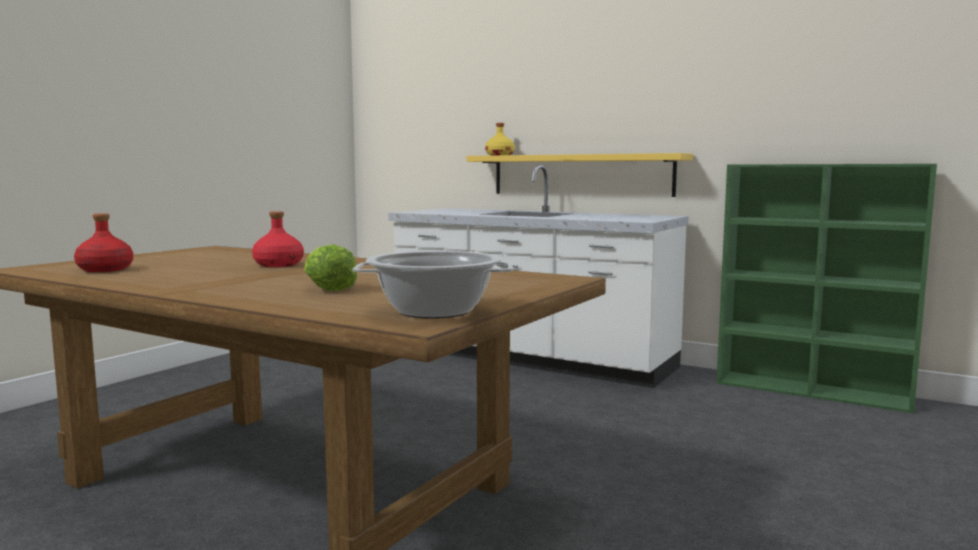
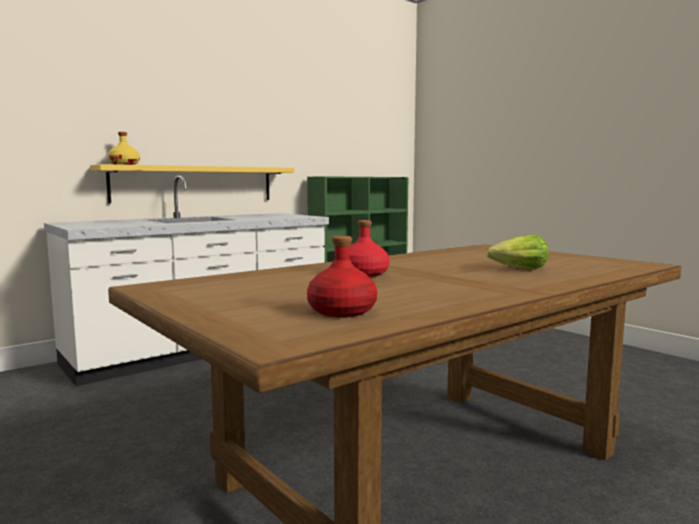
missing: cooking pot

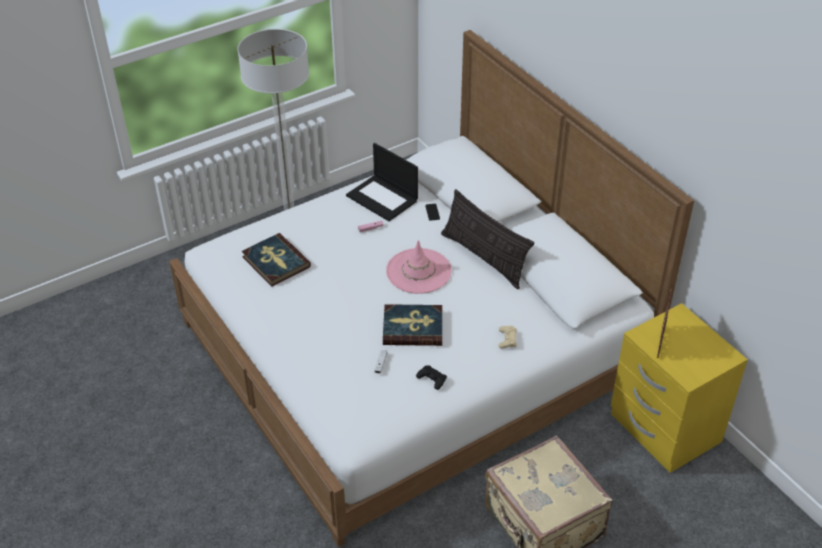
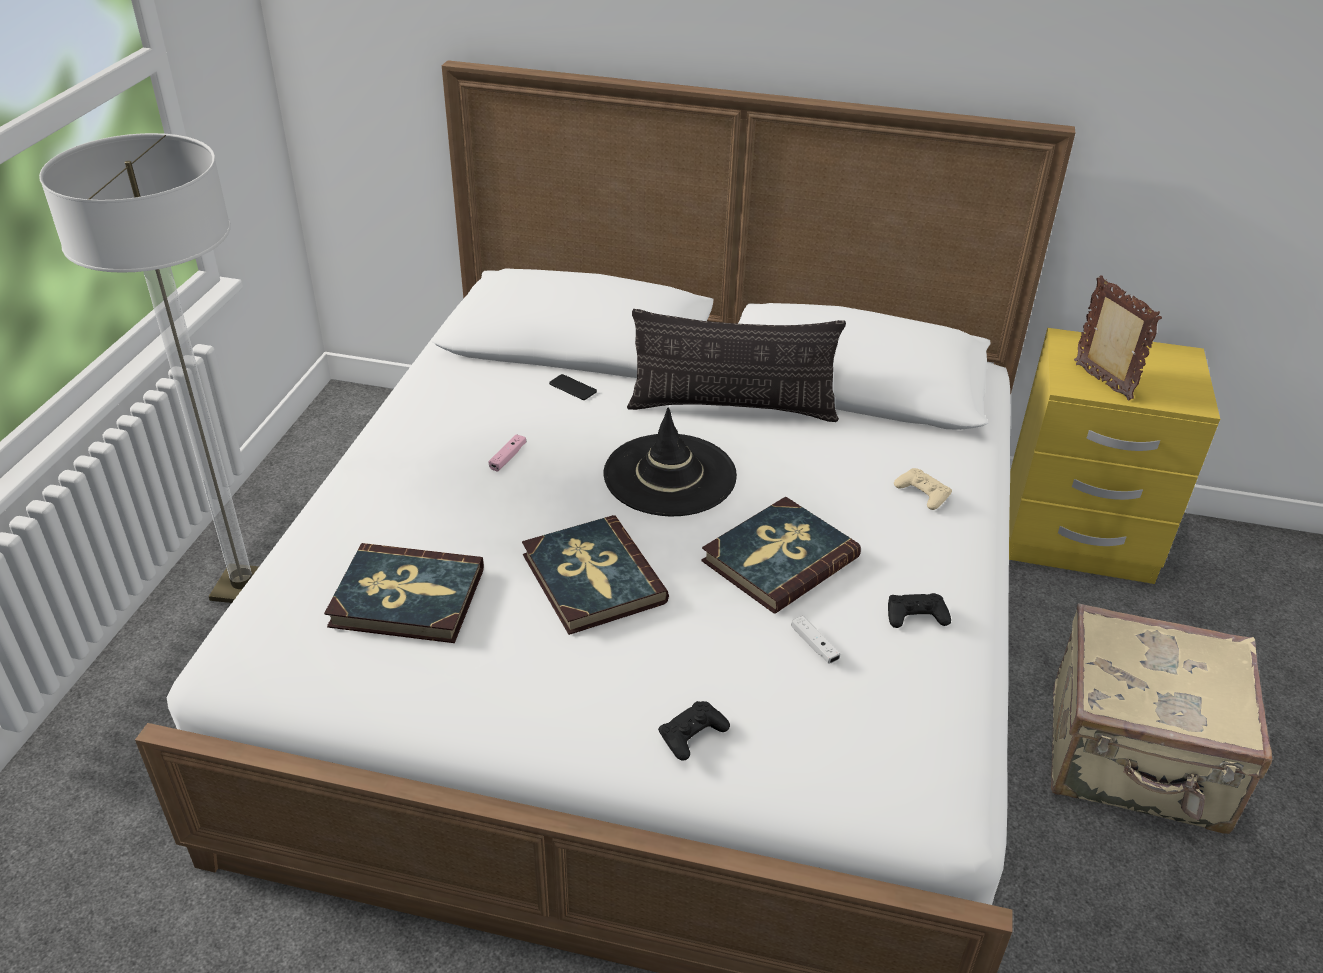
missing: laptop
appeared: book (no. 2 from left); black game controller (no. 1 from left)
colour: pink hat to black hat

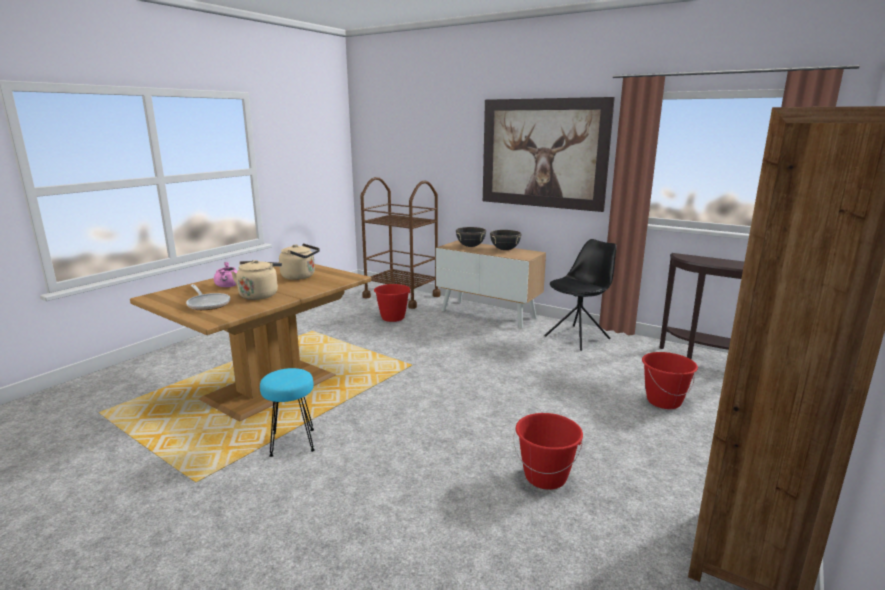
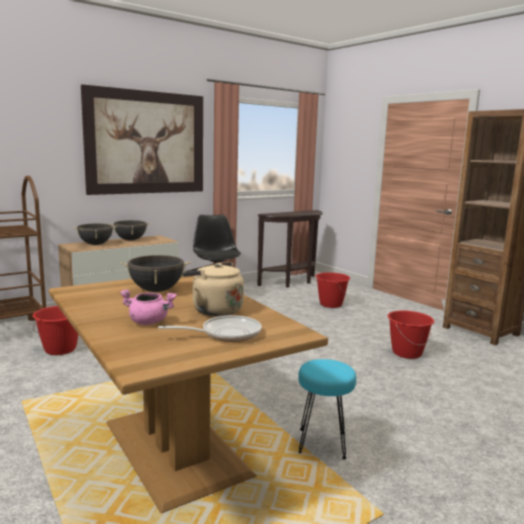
exchanged: beige kettle (no. 2 from left) to black cooking pot (no. 3 from left)

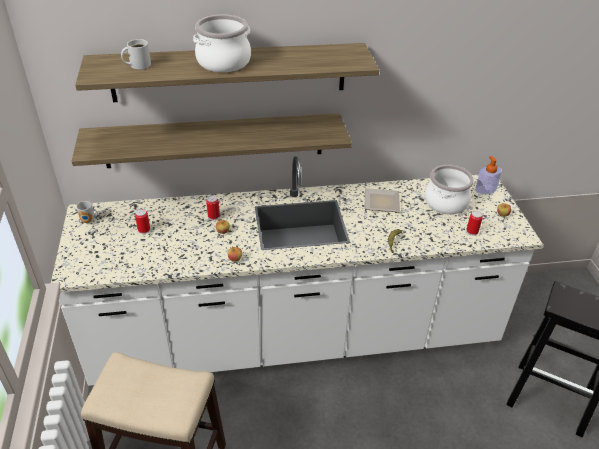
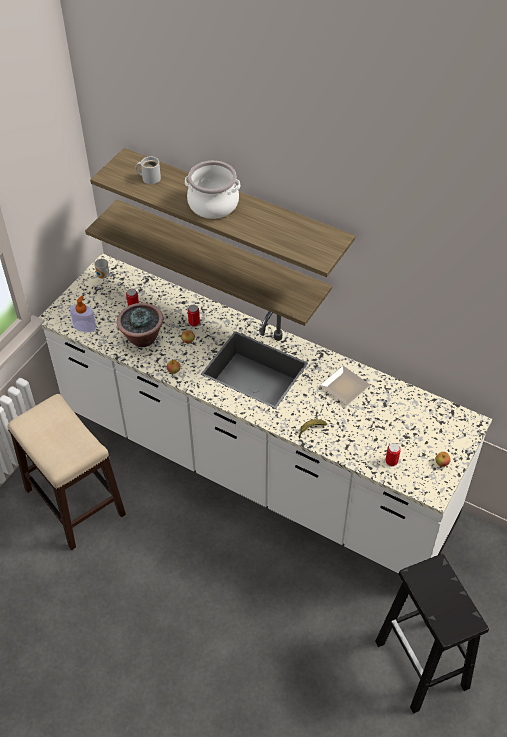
missing: cooking pot (no. 2 from left)
appeared: potted plant
relocated: soap dispenser

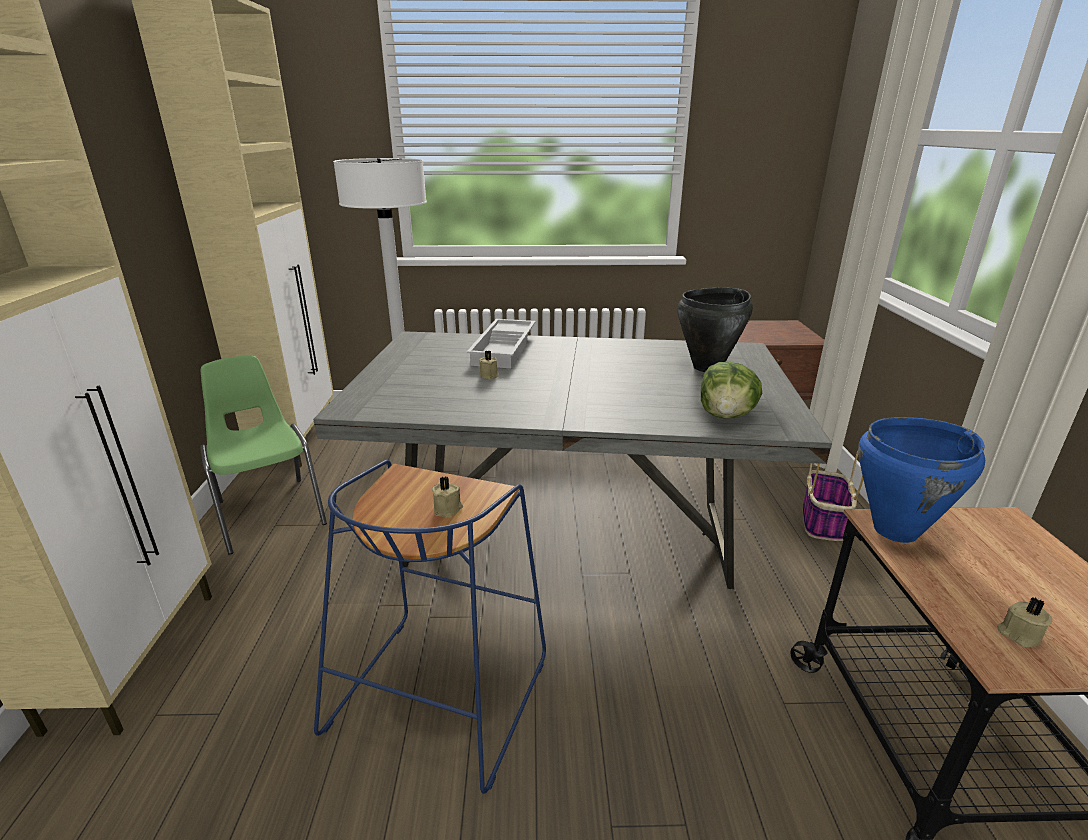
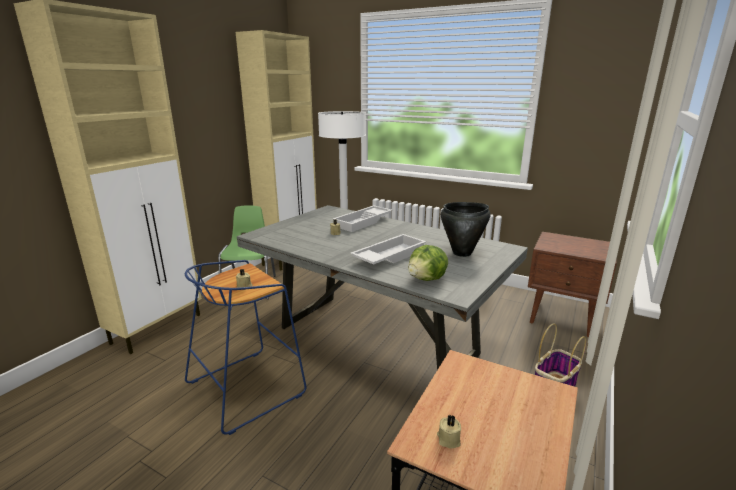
missing: blue cooking pot
appeared: white tray (no. 2 from left)

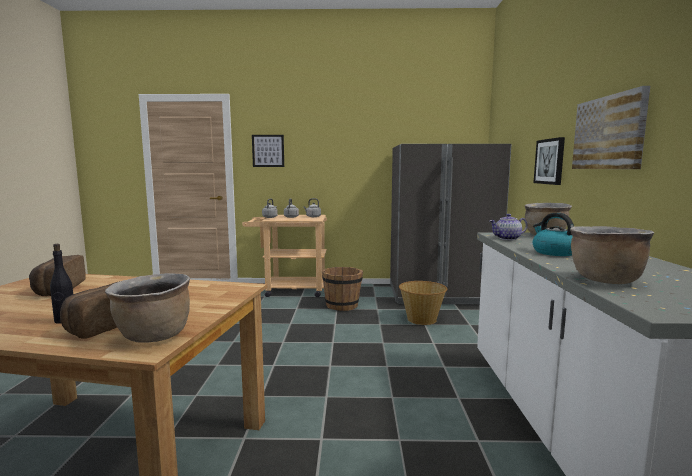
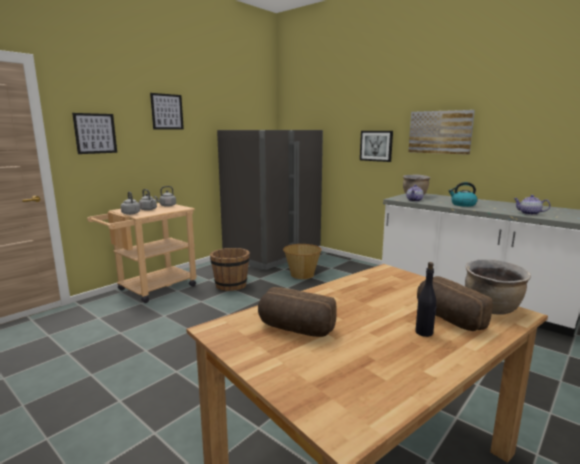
appeared: picture (no. 2 from left)
exchanged: brown cooking pot (no. 3 from left) to teapot (no. 2 from left)

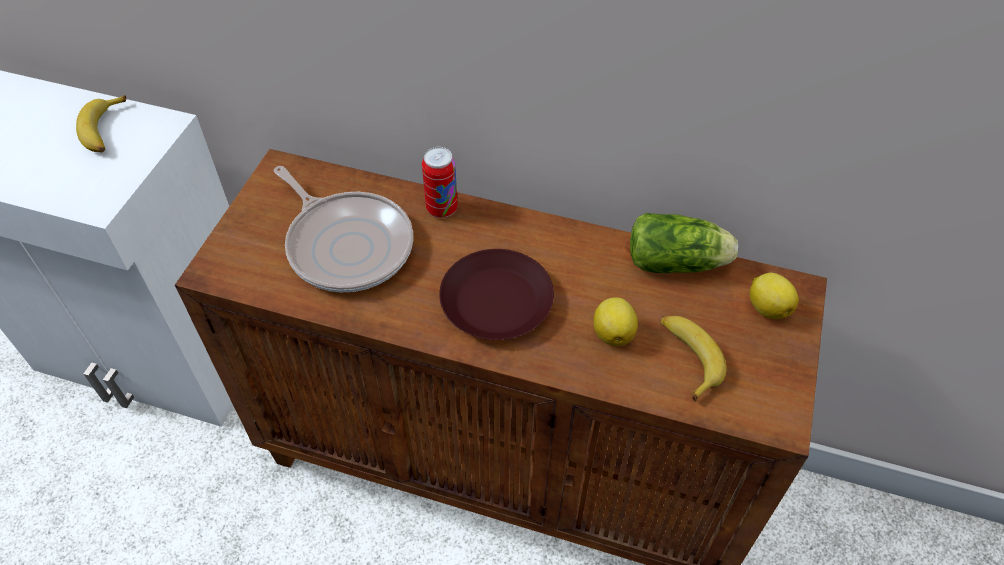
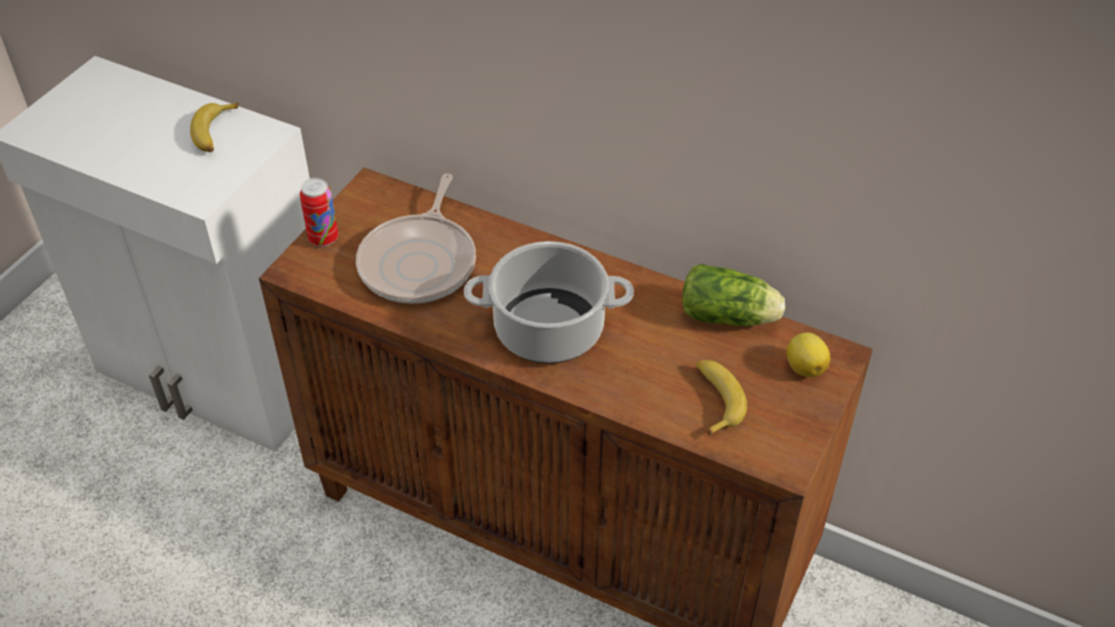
missing: lemon (no. 1 from left)
relocated: can
exchanged: brown plate to cooking pot
spun: frying pan 45 degrees clockwise

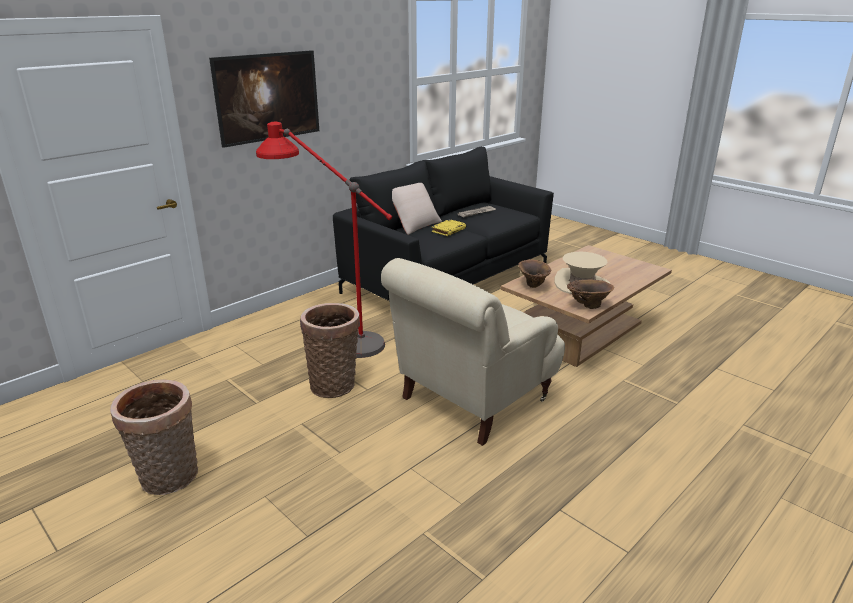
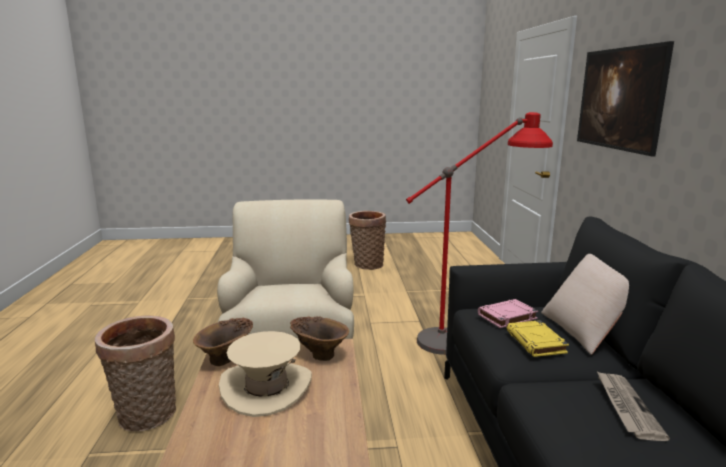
appeared: pink book
relocated: basket (no. 2 from left in the first image) to basket (no. 1 from left)

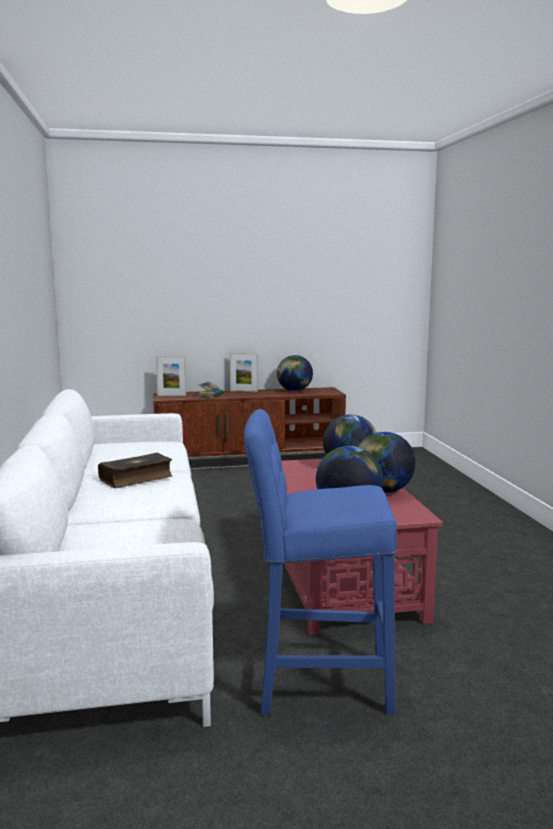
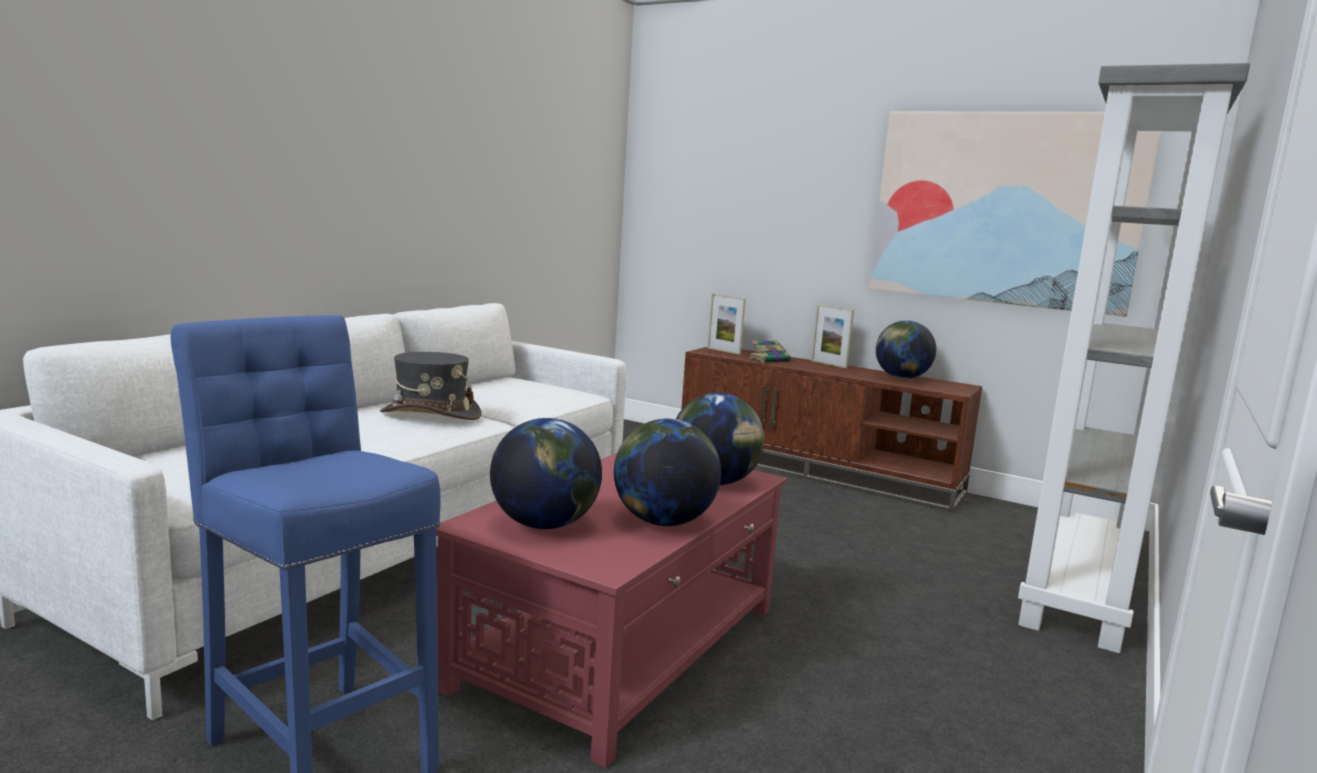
appeared: picture; grey bookcase
exchanged: book (no. 1 from left) to grey hat

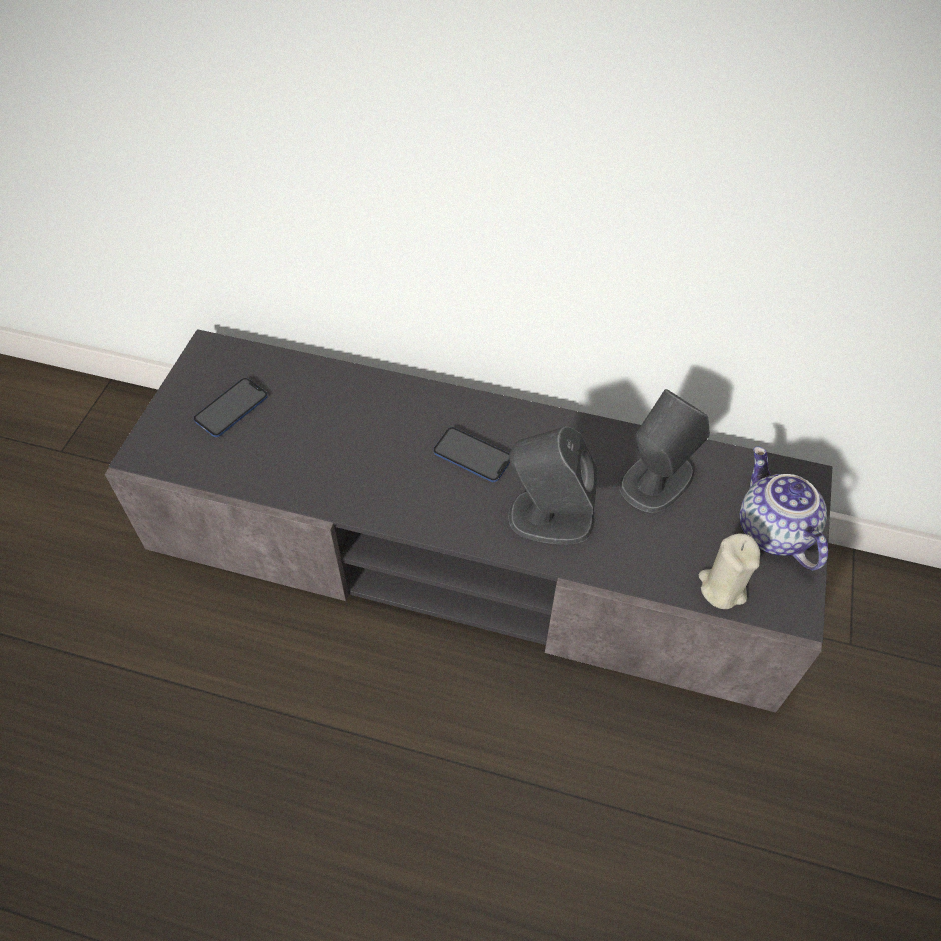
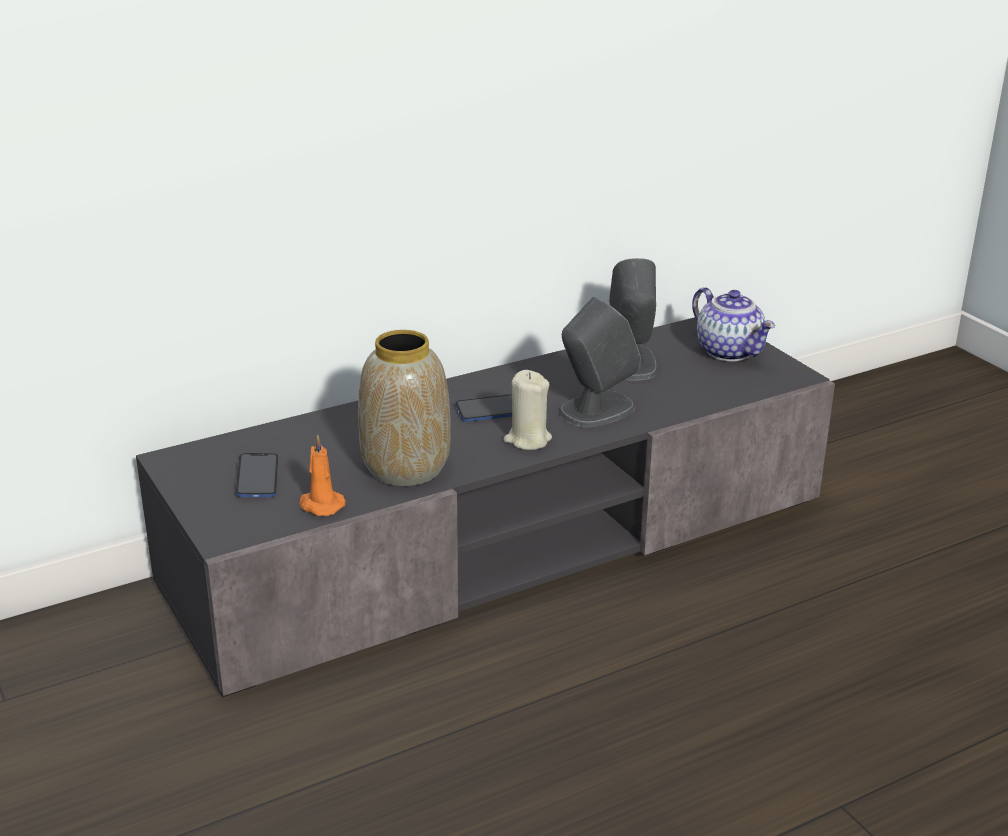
appeared: orange candle; vase
relocated: beige candle
spun: teapot 150 degrees counterclockwise

